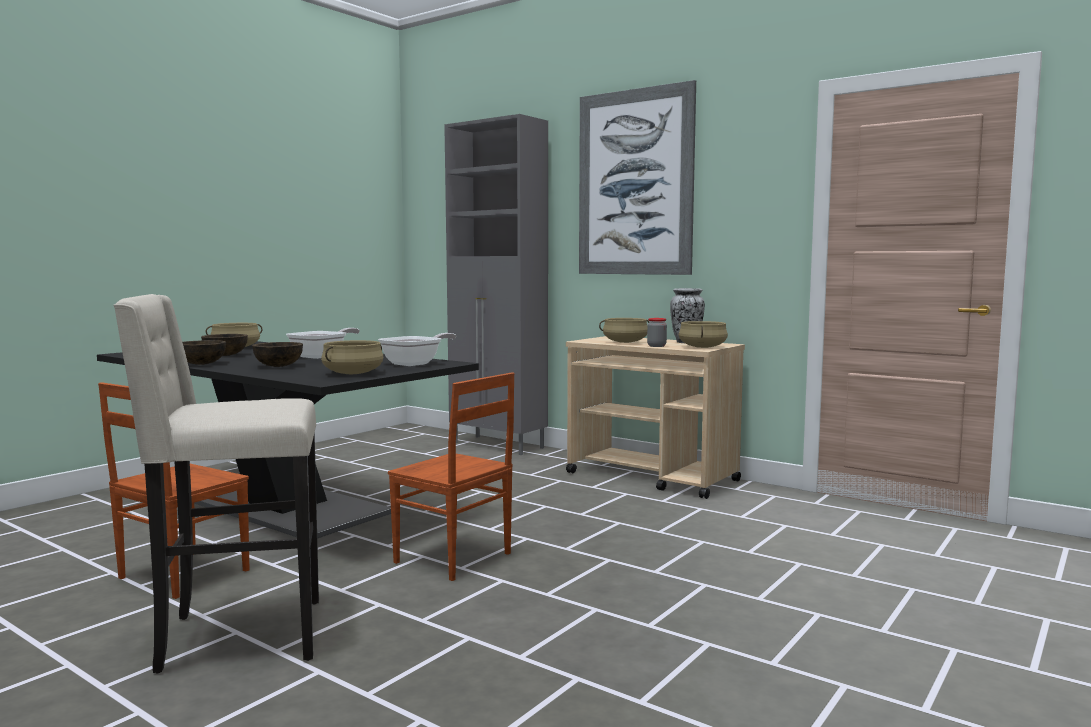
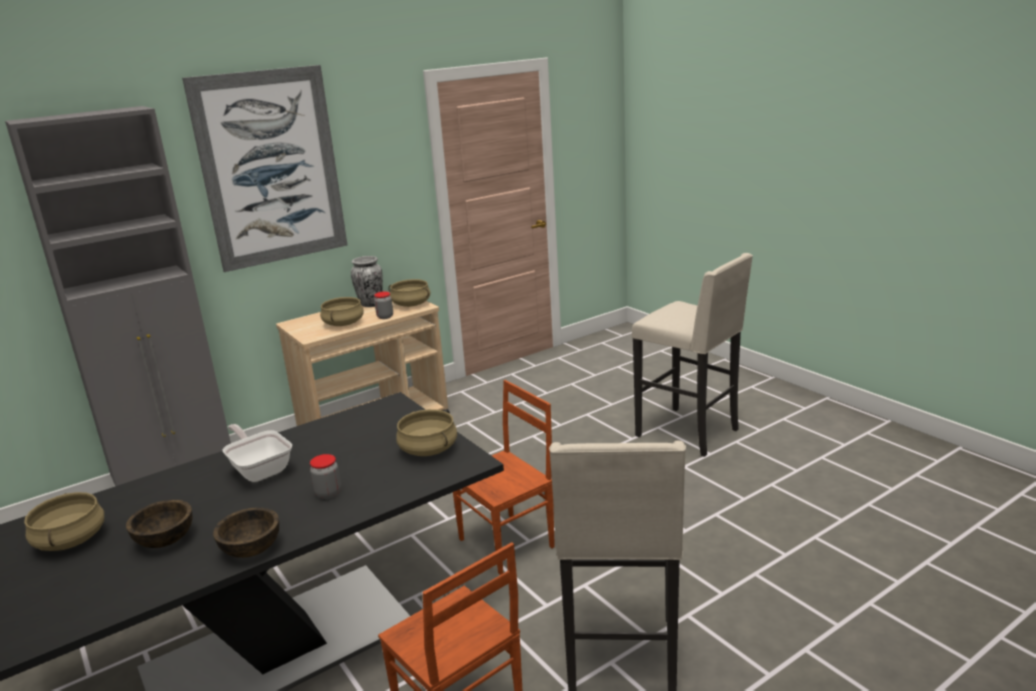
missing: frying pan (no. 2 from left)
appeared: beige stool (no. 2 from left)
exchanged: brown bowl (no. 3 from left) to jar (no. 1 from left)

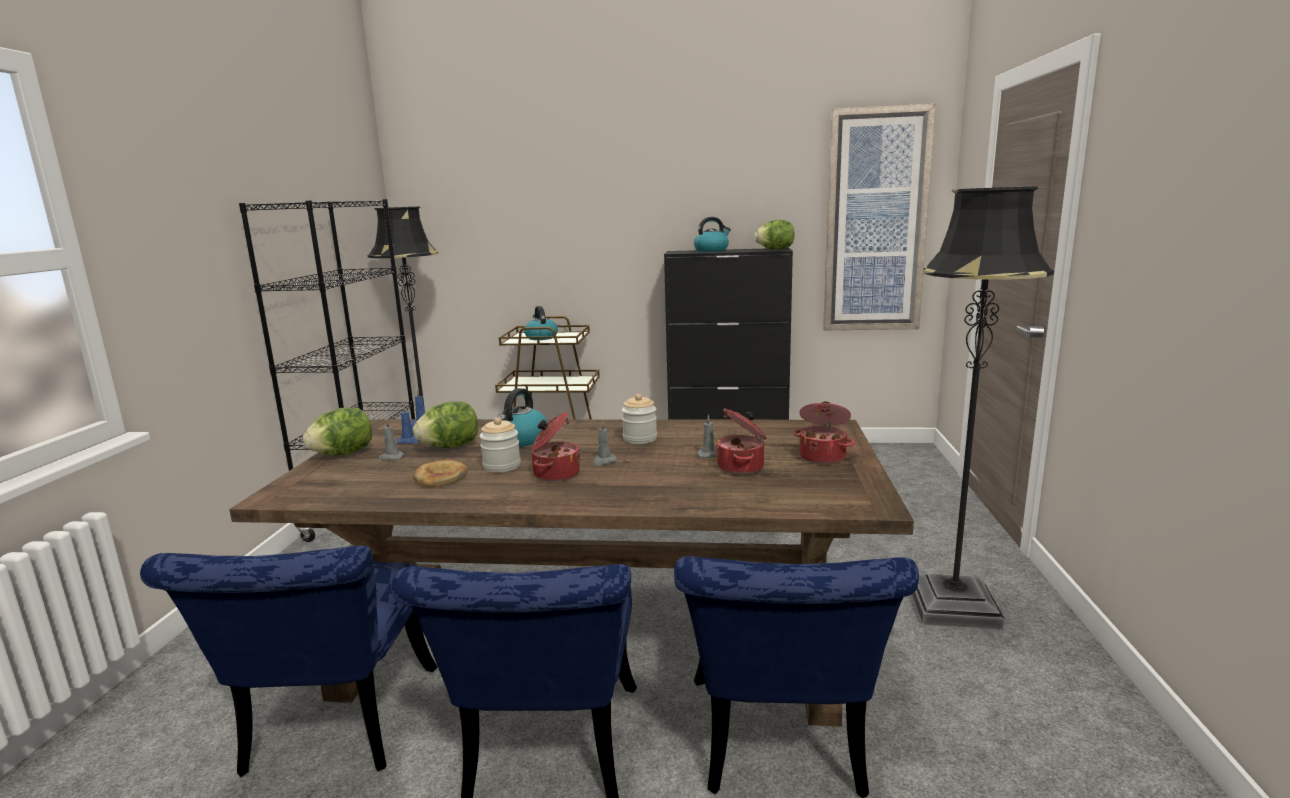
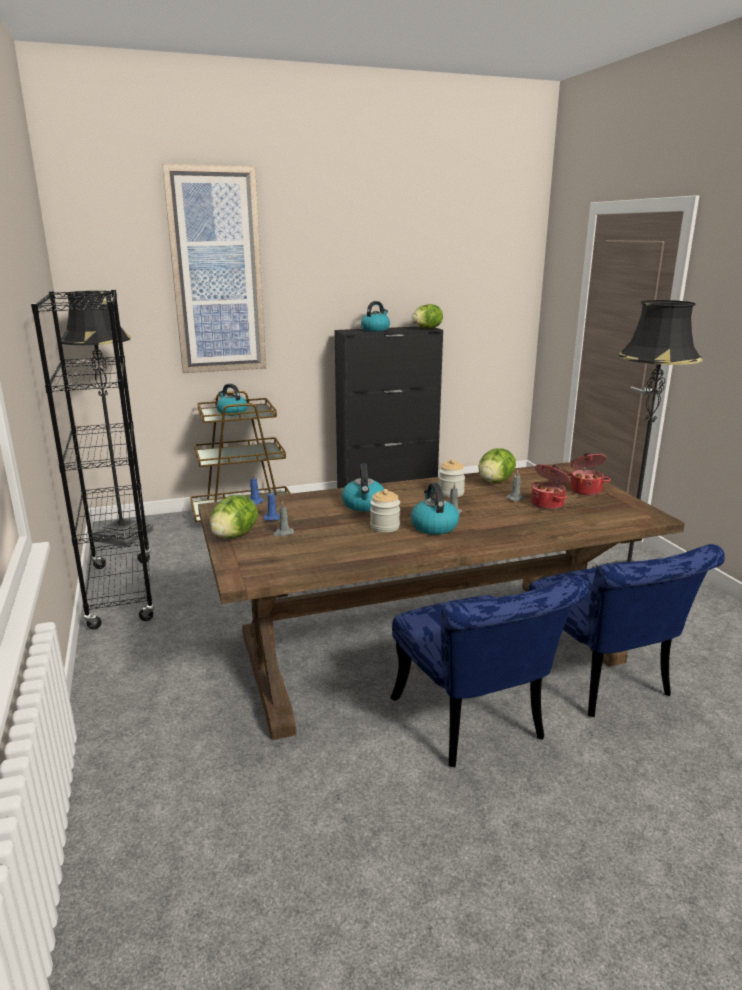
missing: blue chair (no. 1 from left); bread
relocated: lettuce (no. 2 from left in the first image) to lettuce (no. 3 from left); picture
exchanged: cooking pot (no. 1 from left) to kettle (no. 4 from left)

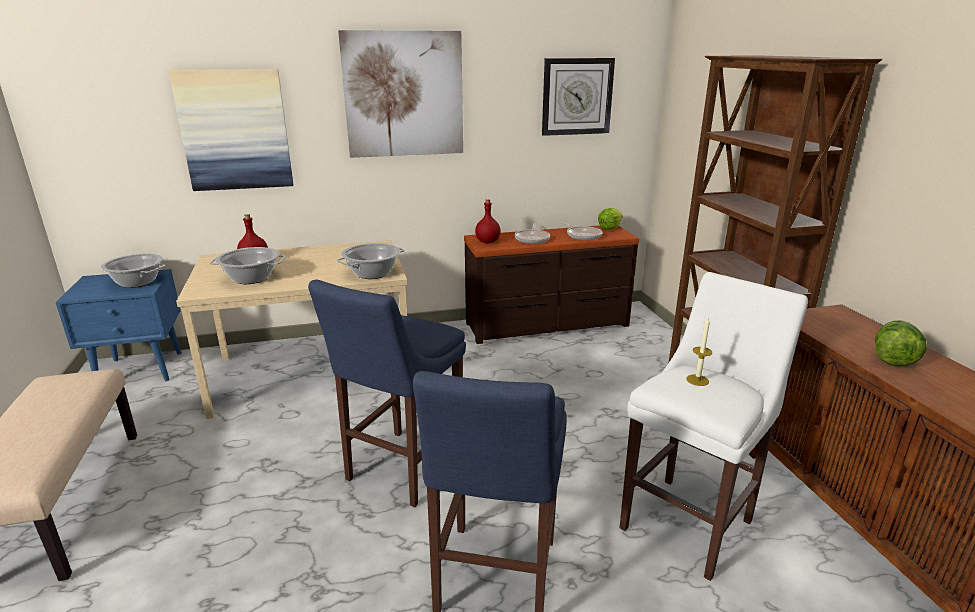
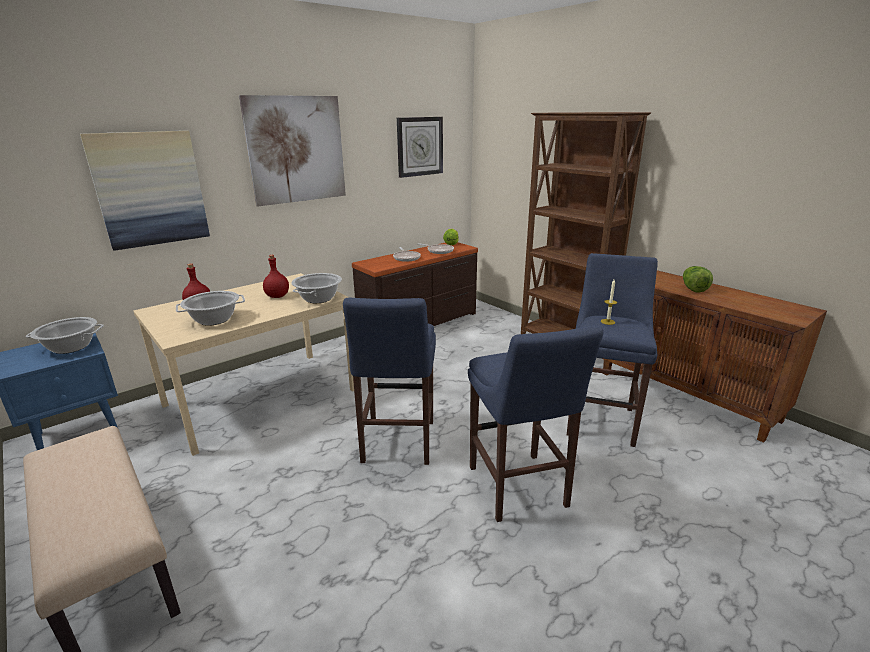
relocated: red bottle (no. 2 from left)
colour: white stool to blue stool (no. 3 from left)

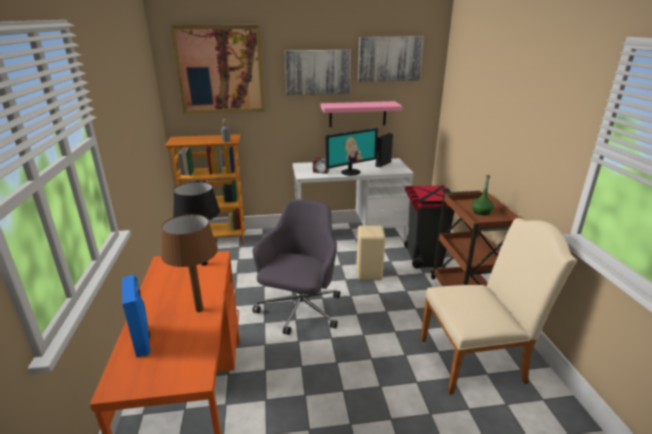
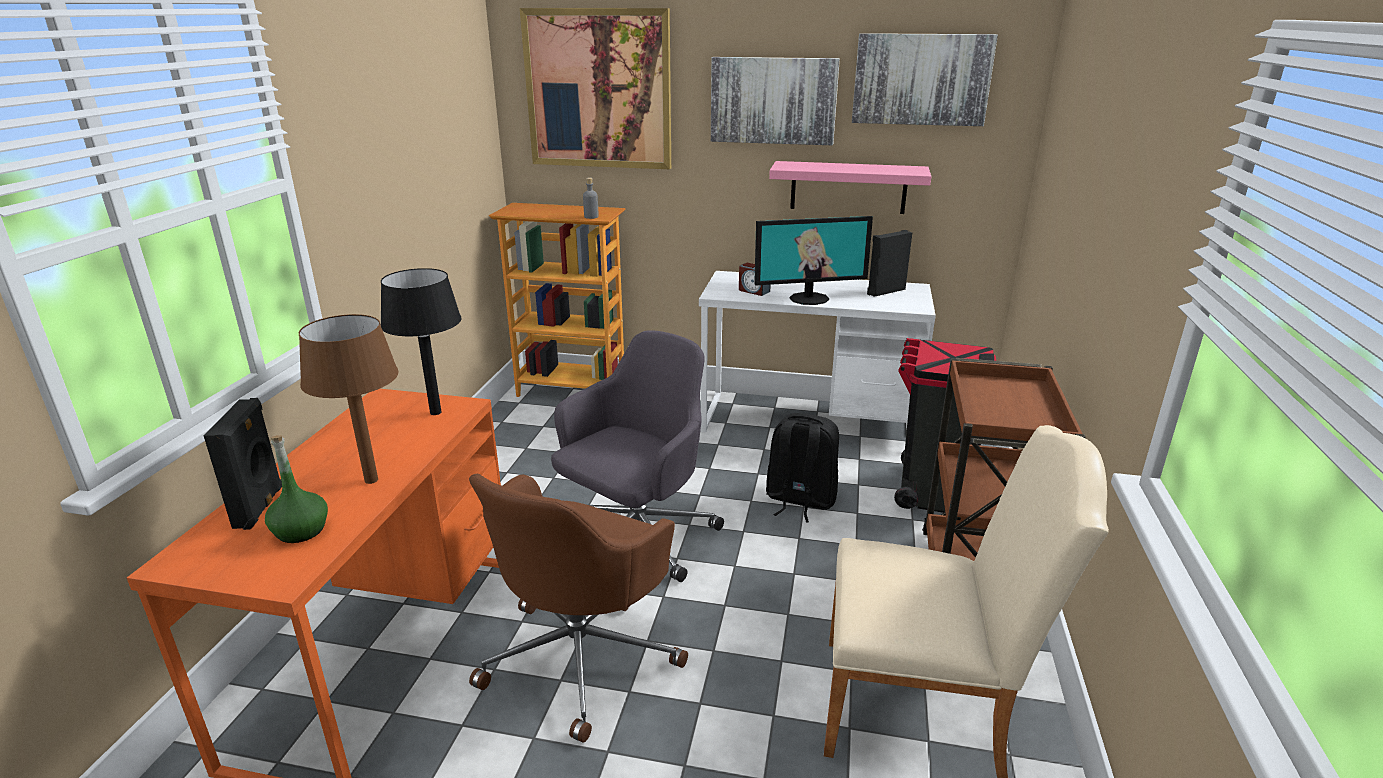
appeared: brown office chair
relocated: green bottle
exchanged: beige stool to black backpack
colour: blue speaker to black speaker (no. 1 from left)

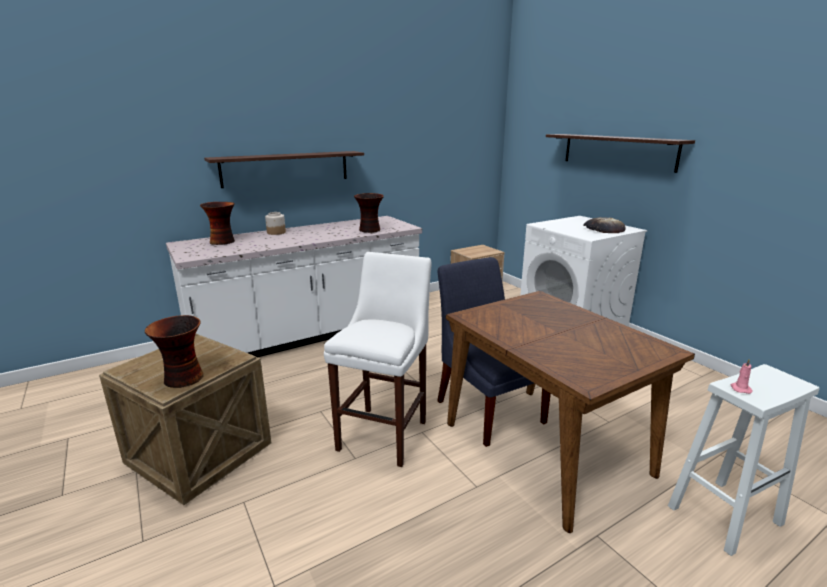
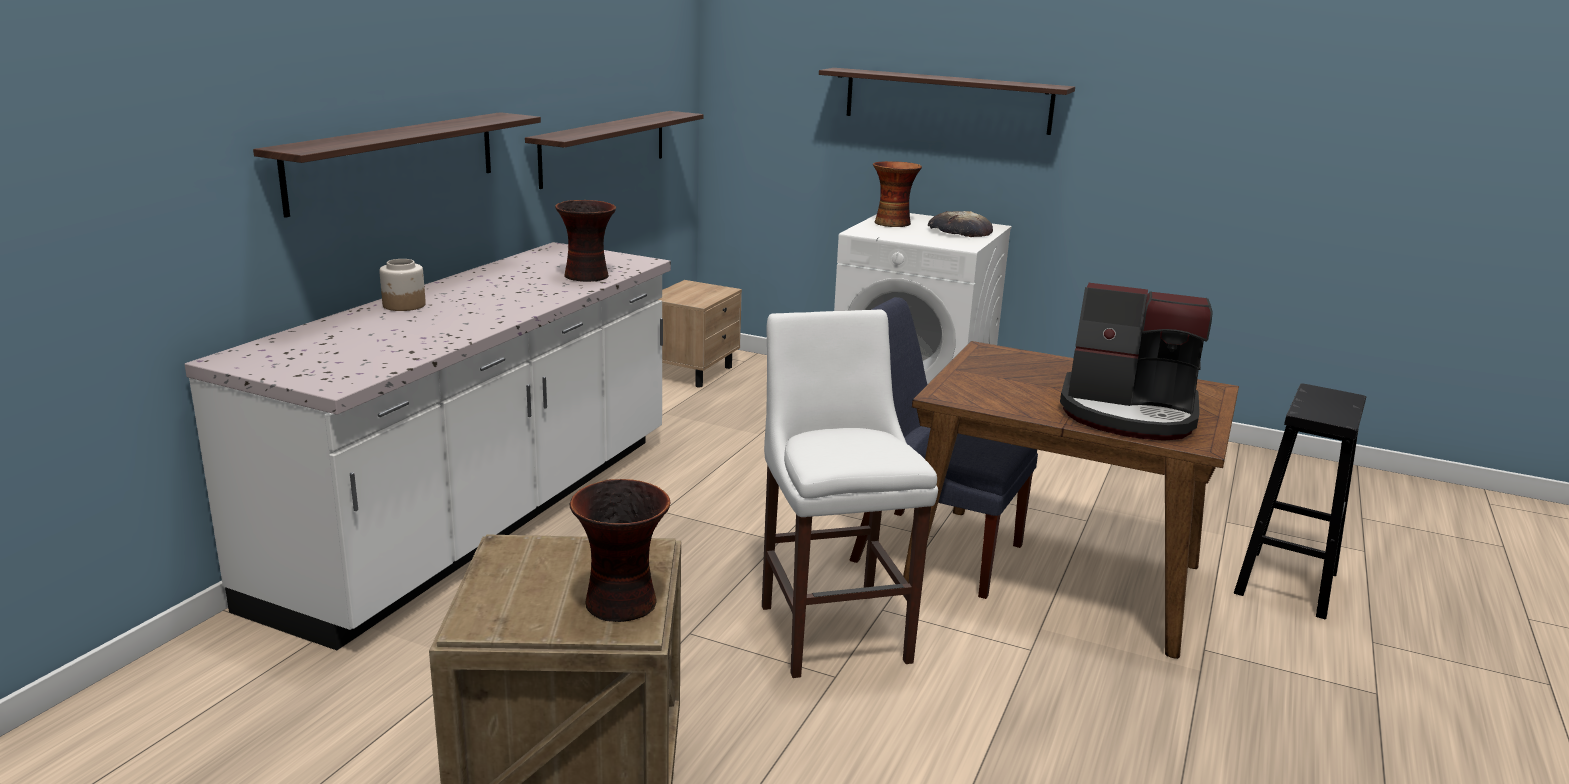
missing: pink candle
appeared: shelf (no. 2 from left); coffee machine
relocated: vase (no. 2 from left in the first image) to vase (no. 3 from left)
colour: white stool (no. 2 from left) to black stool

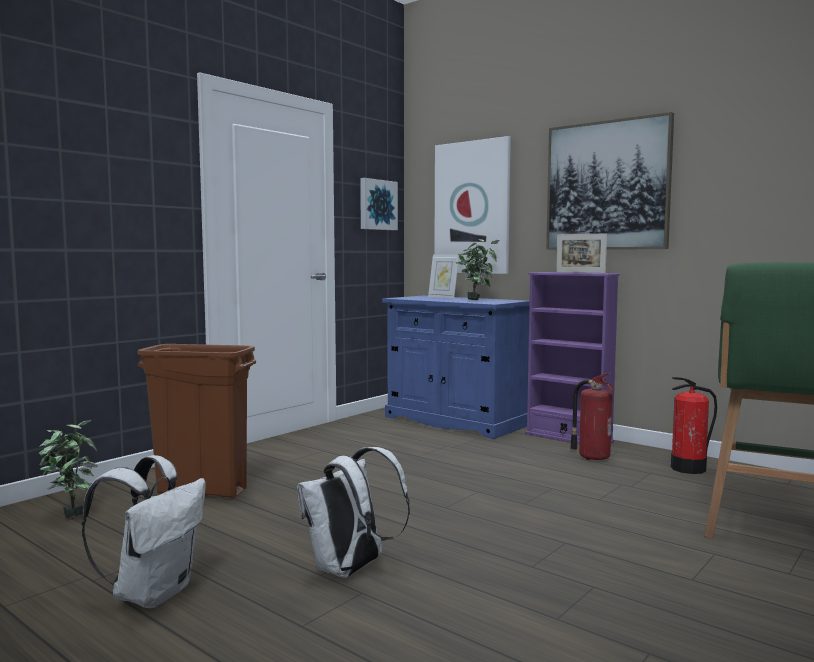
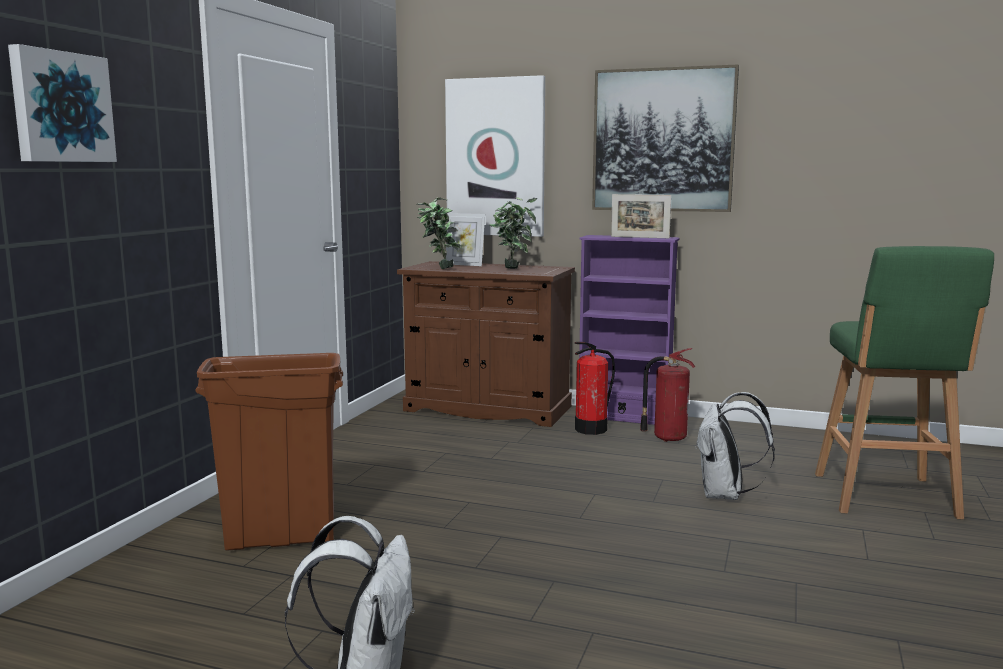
relocated: potted plant (no. 1 from left); white backpack (no. 2 from left); picture (no. 1 from left); fire extinguisher (no. 2 from left in the first image) to fire extinguisher (no. 1 from left)
colour: blue cabinet to brown cabinet

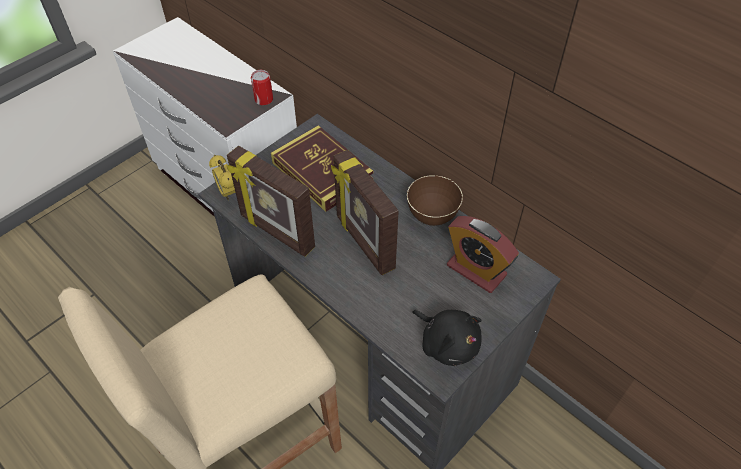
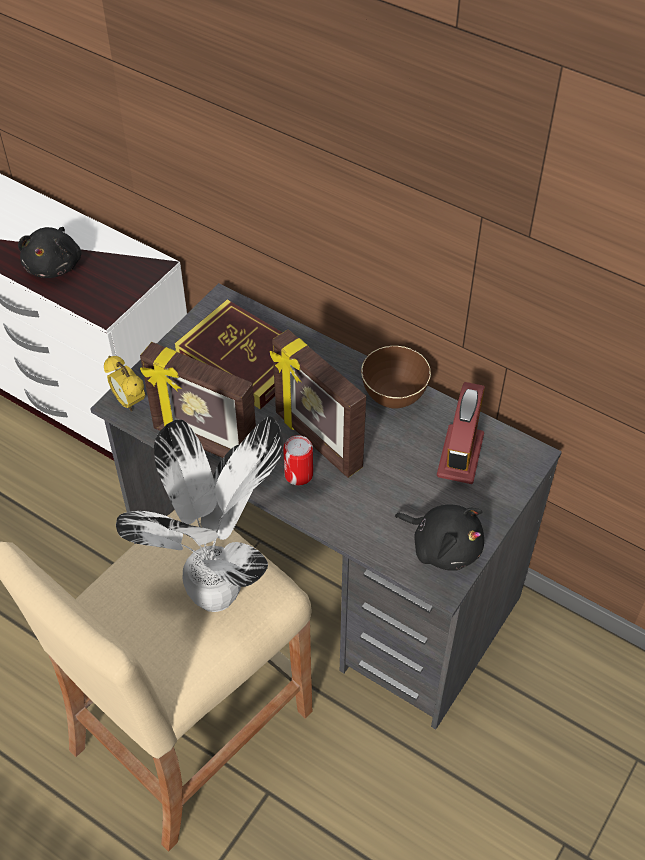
appeared: black plush toy (no. 1 from left); potted plant
relocated: can
spun: alarm clock (no. 2 from left) 105 degrees counterclockwise

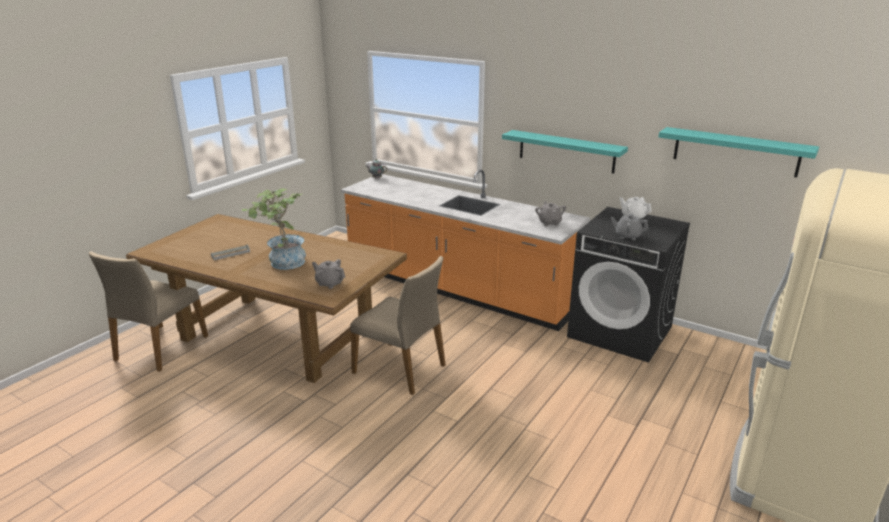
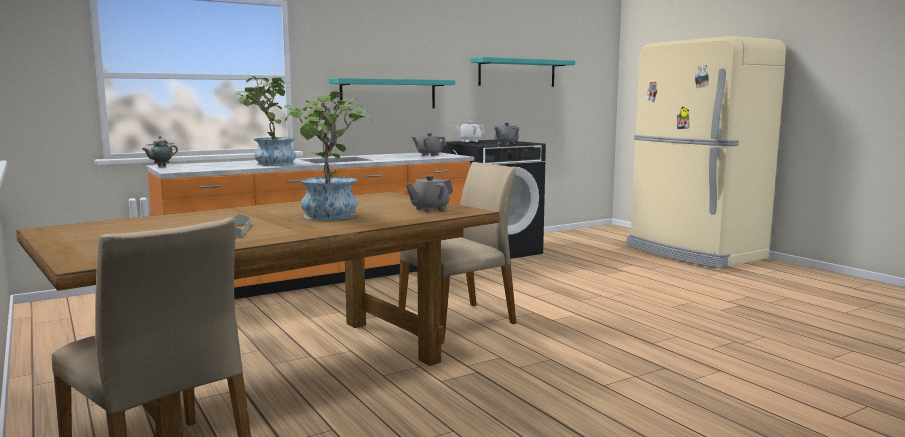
appeared: potted plant (no. 1 from left)

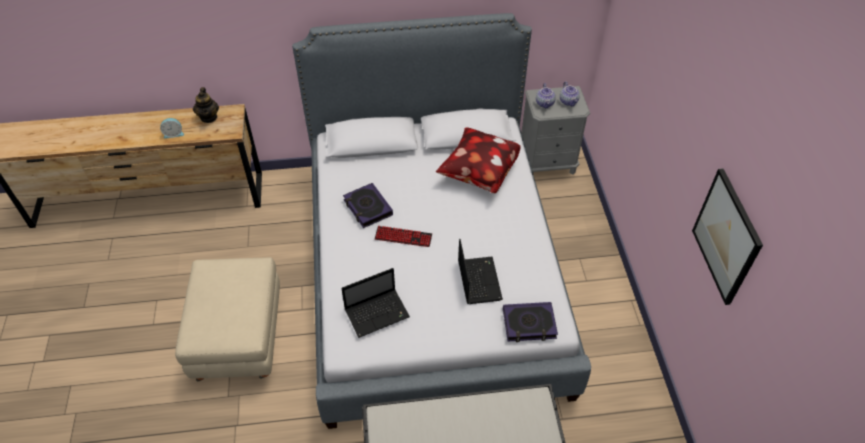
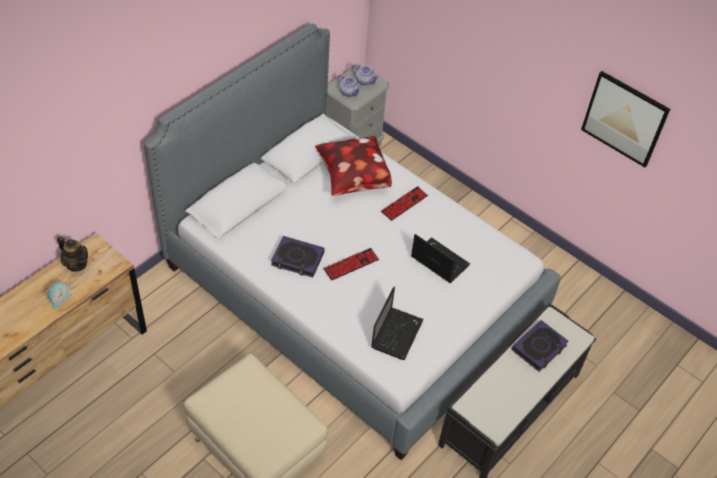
appeared: keyboard (no. 2 from left)
relocated: book (no. 2 from left)

